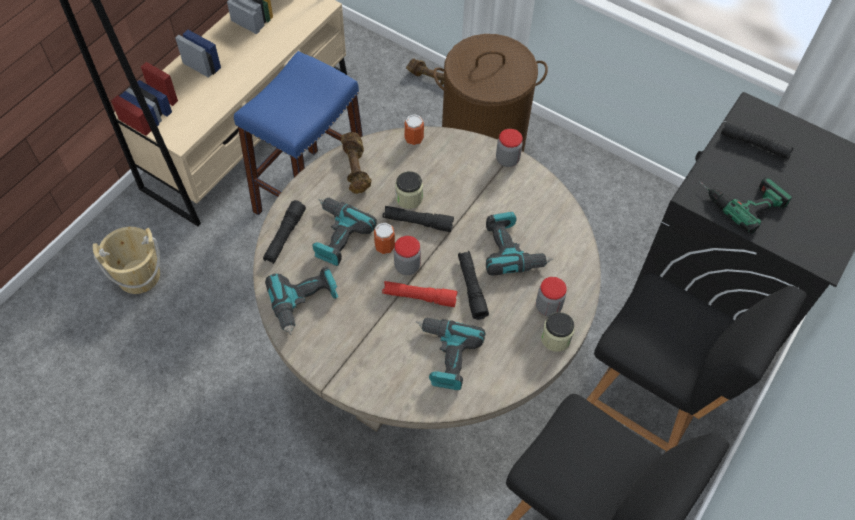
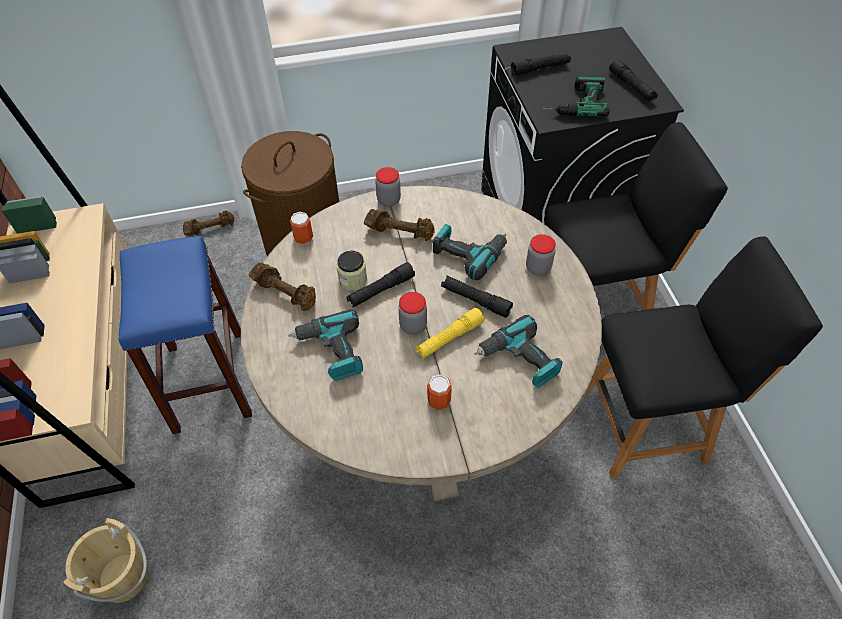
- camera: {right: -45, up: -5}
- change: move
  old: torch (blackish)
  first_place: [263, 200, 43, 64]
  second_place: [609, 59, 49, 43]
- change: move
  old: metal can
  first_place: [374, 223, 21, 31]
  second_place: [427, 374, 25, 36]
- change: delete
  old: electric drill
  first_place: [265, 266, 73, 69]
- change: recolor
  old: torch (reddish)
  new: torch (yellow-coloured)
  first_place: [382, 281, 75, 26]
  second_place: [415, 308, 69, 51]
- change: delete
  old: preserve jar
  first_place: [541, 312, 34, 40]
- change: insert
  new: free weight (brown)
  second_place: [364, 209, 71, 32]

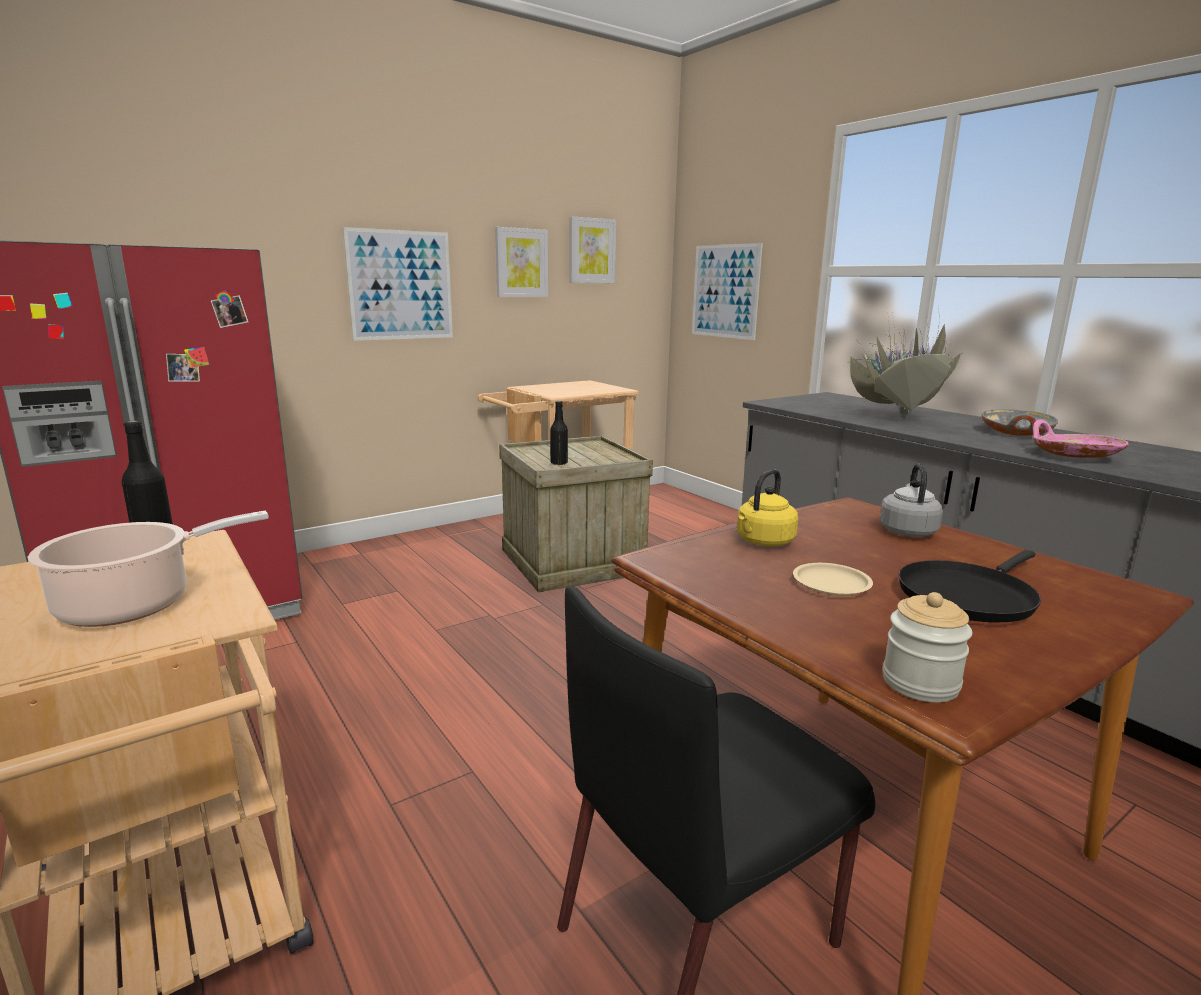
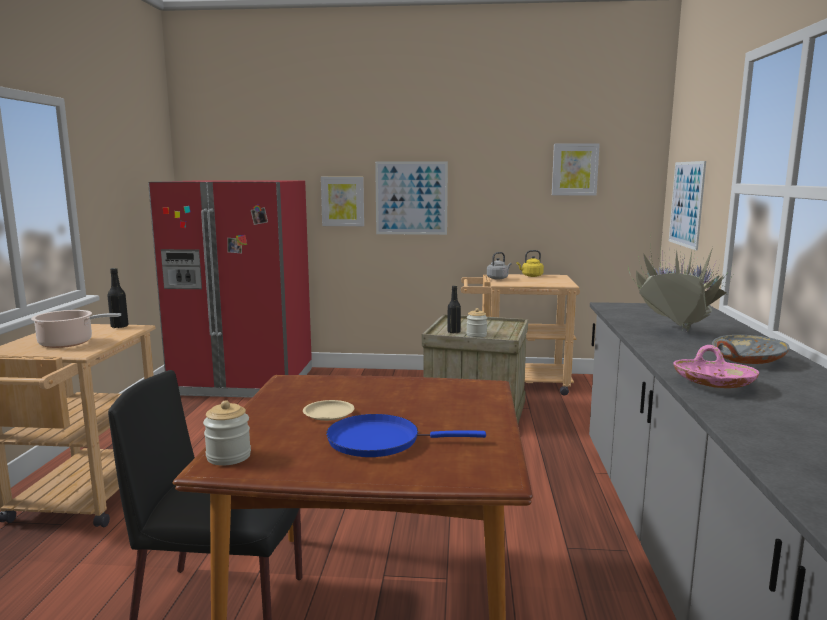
- camera: {right: 40, up: -5}
- change: move
  old: wall art
  first_place: [495, 227, 53, 70]
  second_place: [321, 177, 43, 49]
- change: move
  old: tea kettle (gray)
  first_place: [880, 463, 63, 74]
  second_place: [487, 252, 25, 28]
- change: move
  old: tea kettle (yellow-coloured)
  first_place: [737, 469, 61, 77]
  second_place: [516, 250, 28, 27]
- change: recolor
  old: skillet (blackish)
  new: skillet (bluish)
  first_place: [898, 550, 143, 72]
  second_place: [326, 414, 160, 43]
- change: insert
  new: preserve jar
  second_place: [466, 308, 21, 30]

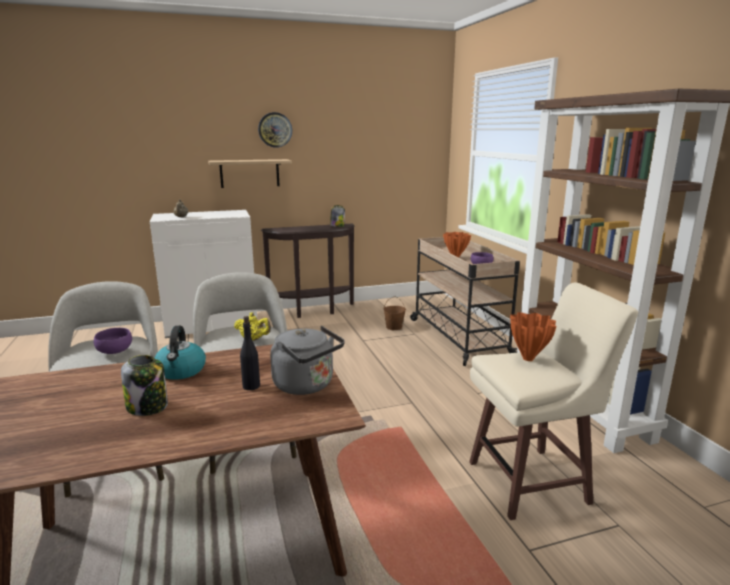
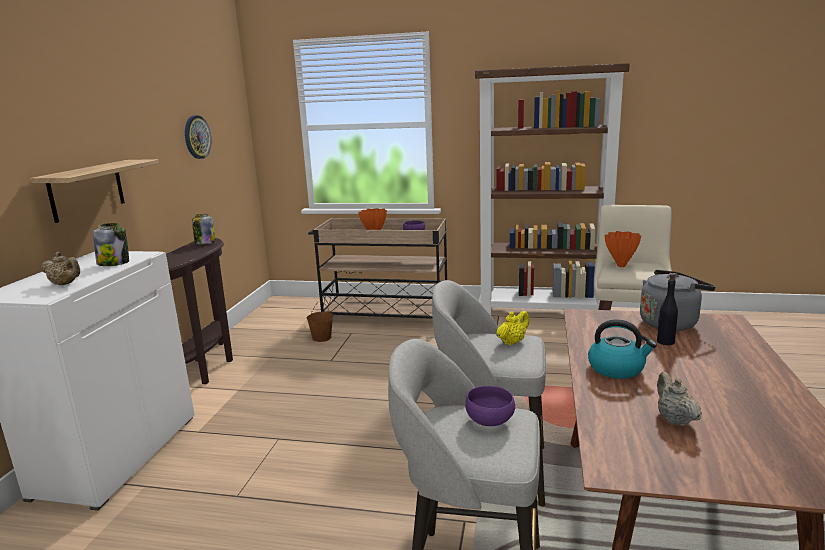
- camera: {right: -60, up: 0}
- change: move
  old: clock on the wall
  first_place: [258, 112, 34, 36]
  second_place: [185, 115, 26, 44]
- change: move
  old: preserve jar
  first_place: [121, 355, 47, 61]
  second_place: [93, 223, 36, 43]
- change: insert
  new: tea pot (beige)
  second_place: [657, 372, 45, 54]

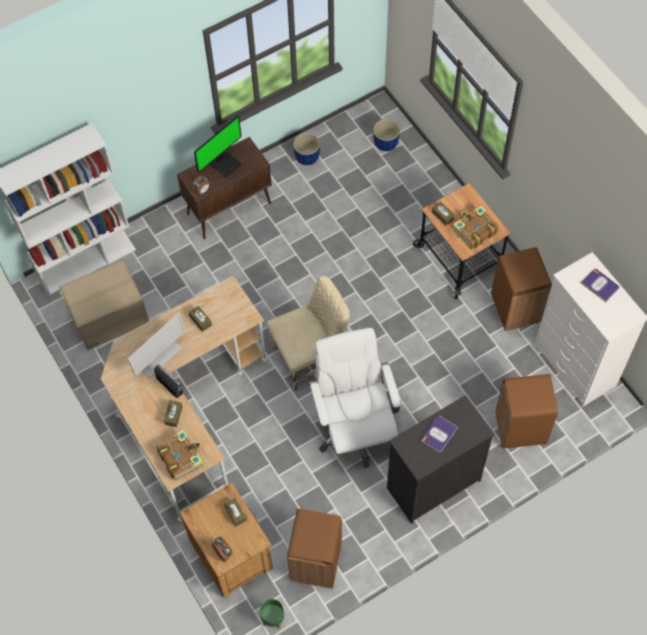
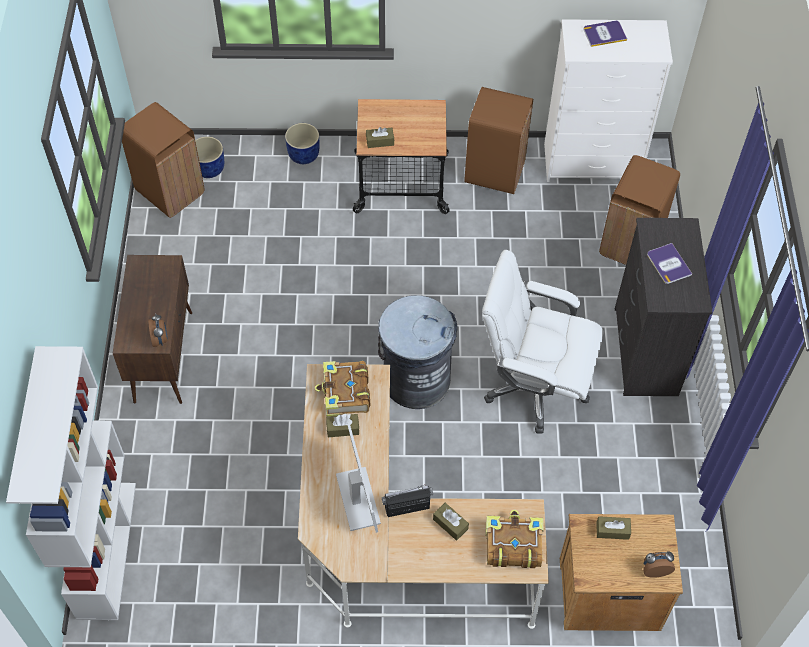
- camera: {right: -60, up: -5}
- change: delete
  old: computer display
  first_place: [194, 116, 48, 61]
- change: move
  old: plant pot (bluish)
  first_place: [293, 133, 27, 32]
  second_place: [285, 123, 34, 41]
- change: move
  old: volume
  first_place: [452, 205, 47, 44]
  second_place: [315, 361, 55, 56]
- change: delete
  old: carton
  first_place: [59, 260, 90, 90]
- change: replace
  old: plain chair (beige)
  new: waste bin (gray)
  first_place: [267, 276, 83, 115]
  second_place: [378, 295, 79, 114]
- change: move
  old: waste bin (brown)
  first_place: [287, 509, 55, 79]
  second_place: [122, 102, 83, 116]
- change: delete
  old: plant pot (greenish)
  first_place: [260, 599, 24, 29]

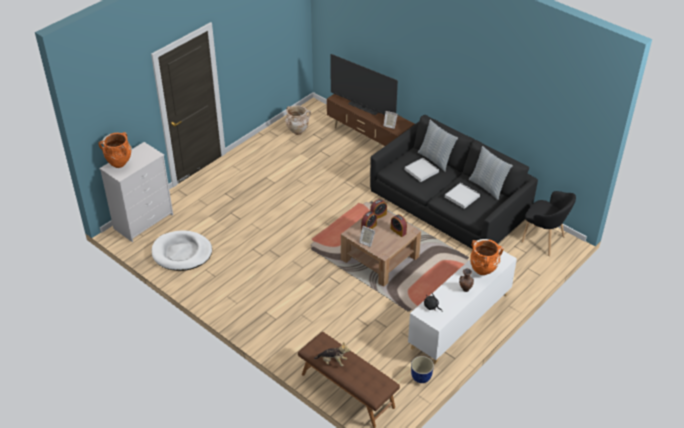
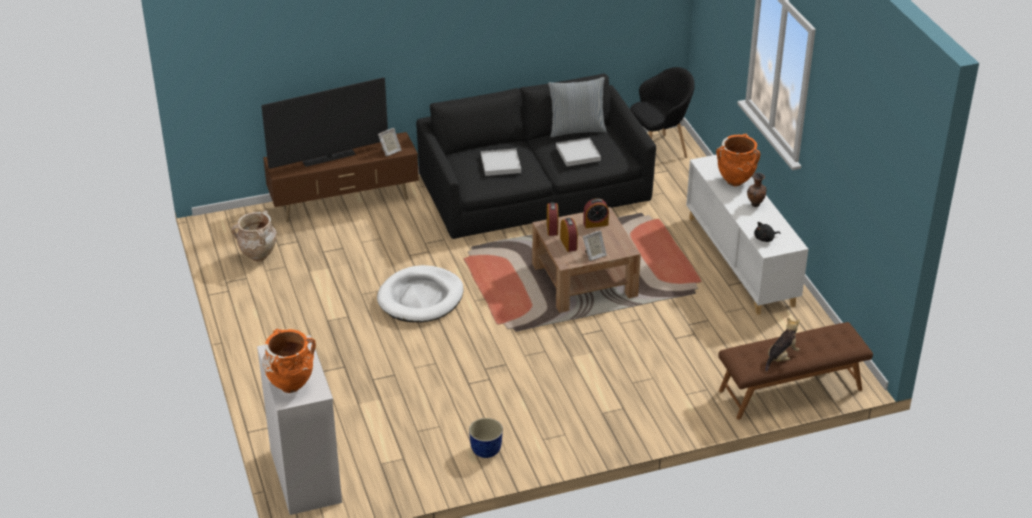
- camera: {right: -60, up: -5}
- change: delete
  old: pillow
  first_place: [418, 120, 40, 52]
- change: move
  old: dog bed (white-coloured)
  first_place: [152, 231, 60, 40]
  second_place: [377, 265, 87, 57]
- change: move
  old: plant pot
  first_place: [411, 356, 23, 27]
  second_place: [469, 418, 34, 40]

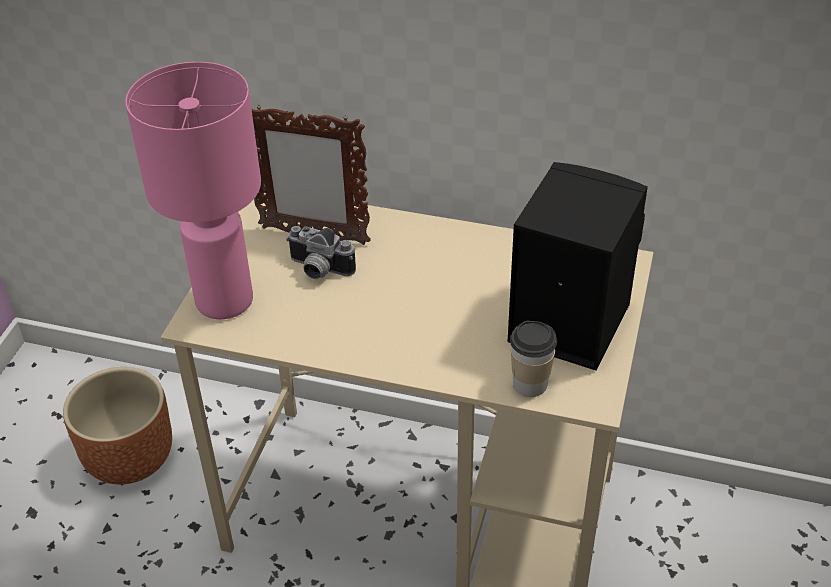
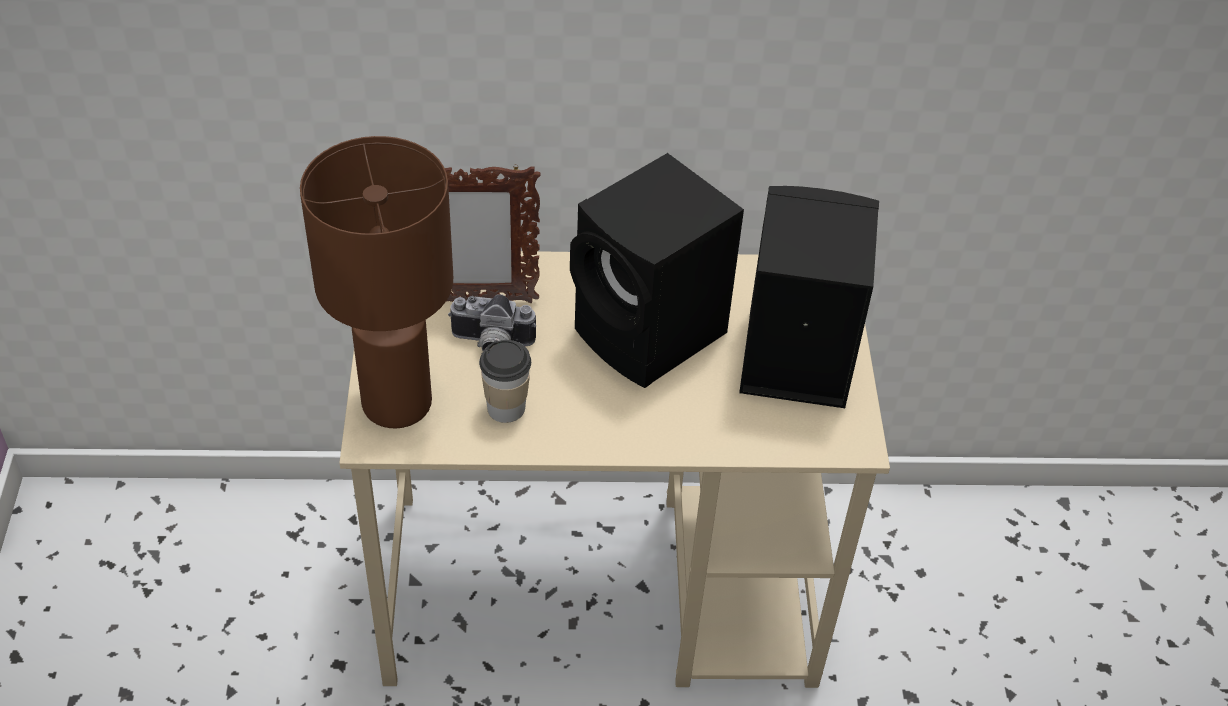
- camera: {right: -20, up: 5}
- change: recolor
  old: lamp for a table (pinkish)
  new: lamp for a table (brown)
  first_place: [125, 62, 136, 257]
  second_place: [300, 136, 153, 292]
- change: move
  old: drinking cup
  first_place: [510, 321, 47, 76]
  second_place: [479, 340, 52, 83]
- change: delete
  old: plant pot (brown)
  first_place: [63, 367, 109, 117]
- change: insert
  new: audio speaker (blackish)
  second_place: [570, 153, 174, 235]

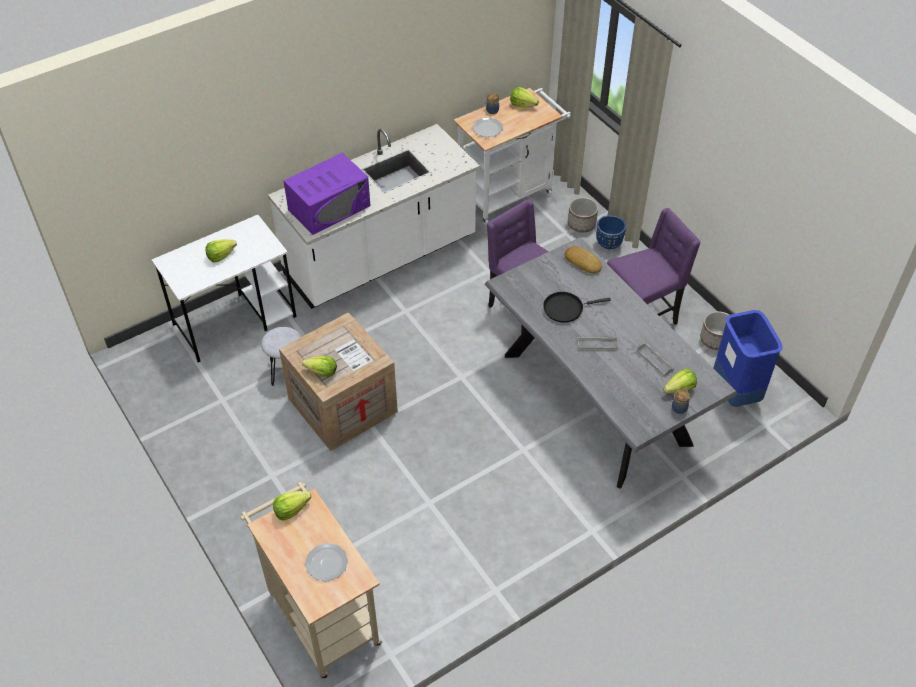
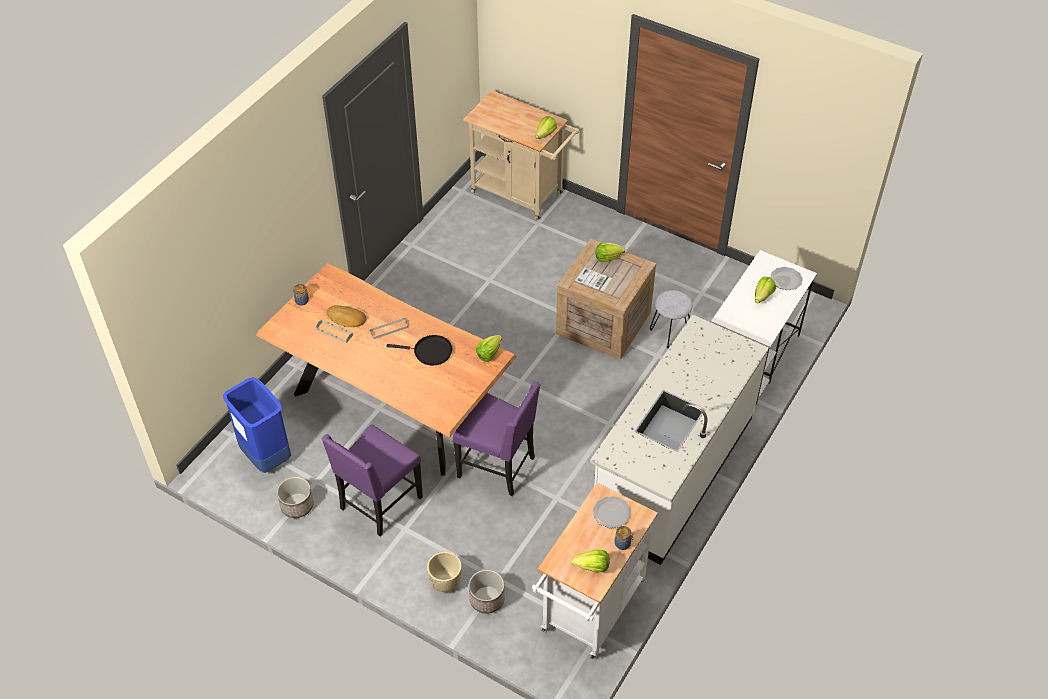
- camera: {right: 155, up: 0}
- change: delete
  old: microwave oven (purple)
  first_place: [284, 153, 87, 82]
- change: recolor
  old: plant pot (bluish)
  new: plant pot (beige)
  first_place: [596, 215, 30, 34]
  second_place: [427, 551, 35, 41]
- change: recolor
  old: kitchen table (gray)
  new: kitchen table (brown)
  first_place: [485, 237, 253, 252]
  second_place: [256, 263, 261, 213]
- change: move
  old: bakery bread
  first_place: [565, 246, 37, 28]
  second_place: [327, 305, 39, 22]
- change: rotate
  old: skillet (blackish)
  first_place: [543, 292, 68, 31]
  second_place: [386, 335, 66, 30]
  degrees: 45
- change: move
  old: head of lettuce
  first_place: [663, 369, 34, 25]
  second_place: [476, 335, 26, 27]
- change: move
  old: dinner plate
  first_place: [305, 543, 43, 39]
  second_place: [770, 267, 33, 23]

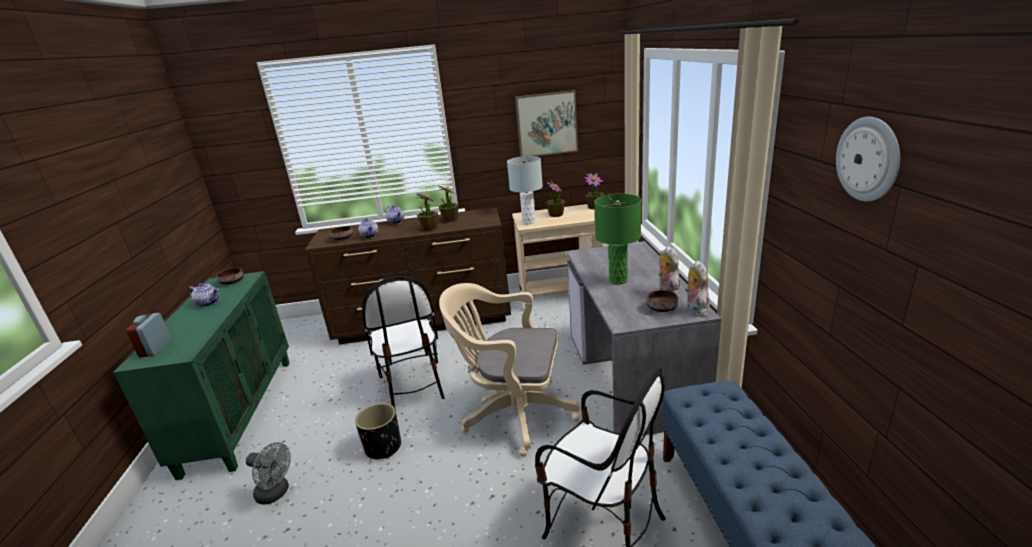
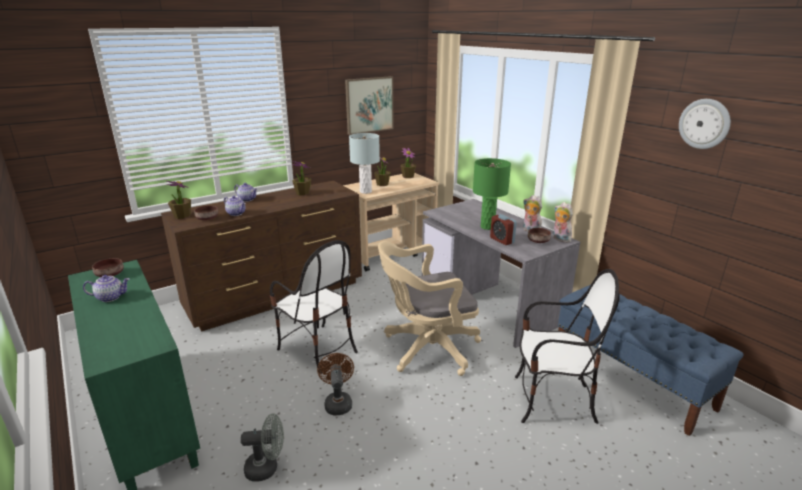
- camera: {right: -30, up: 0}
- change: move
  old: houseplant
  first_place: [417, 194, 21, 37]
  second_place: [166, 181, 25, 38]
- change: move
  old: bedside clock
  first_place: [126, 313, 45, 44]
  second_place: [490, 214, 27, 31]
- change: replace
  old: plant pot (blackish)
  new: electric fan (brown)
  first_place: [355, 403, 46, 56]
  second_place: [317, 353, 37, 62]

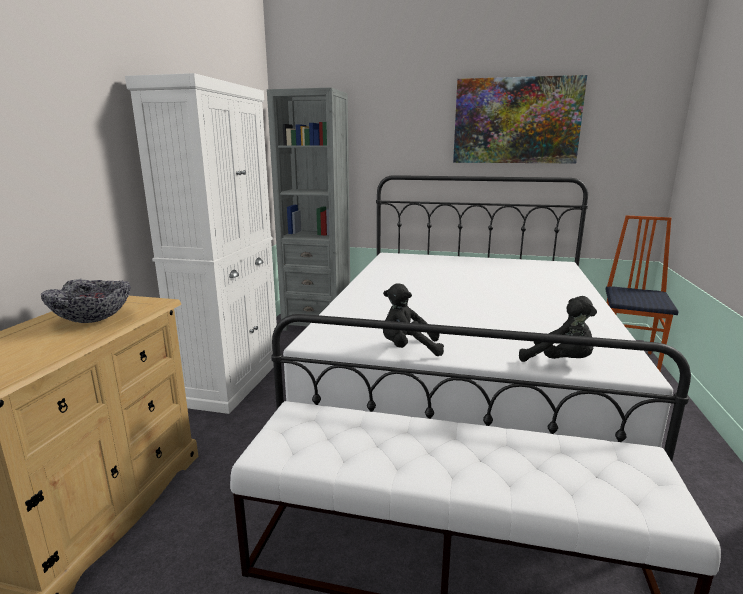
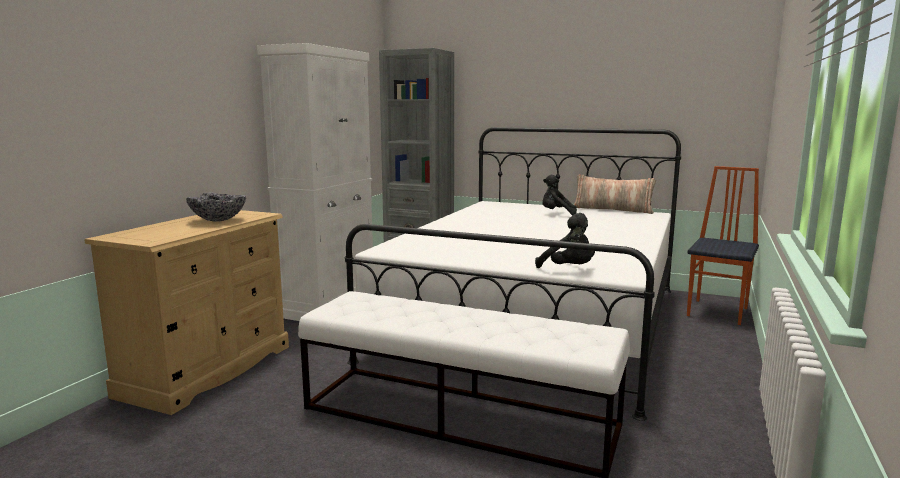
- camera: {right: 10, up: -5}
- change: delete
  old: wall art
  first_place: [453, 75, 134, 88]
- change: move
  old: plush toy (blackish)
  first_place: [383, 283, 61, 73]
  second_place: [542, 175, 35, 40]
- change: insert
  new: pillow
  second_place: [573, 174, 83, 40]

